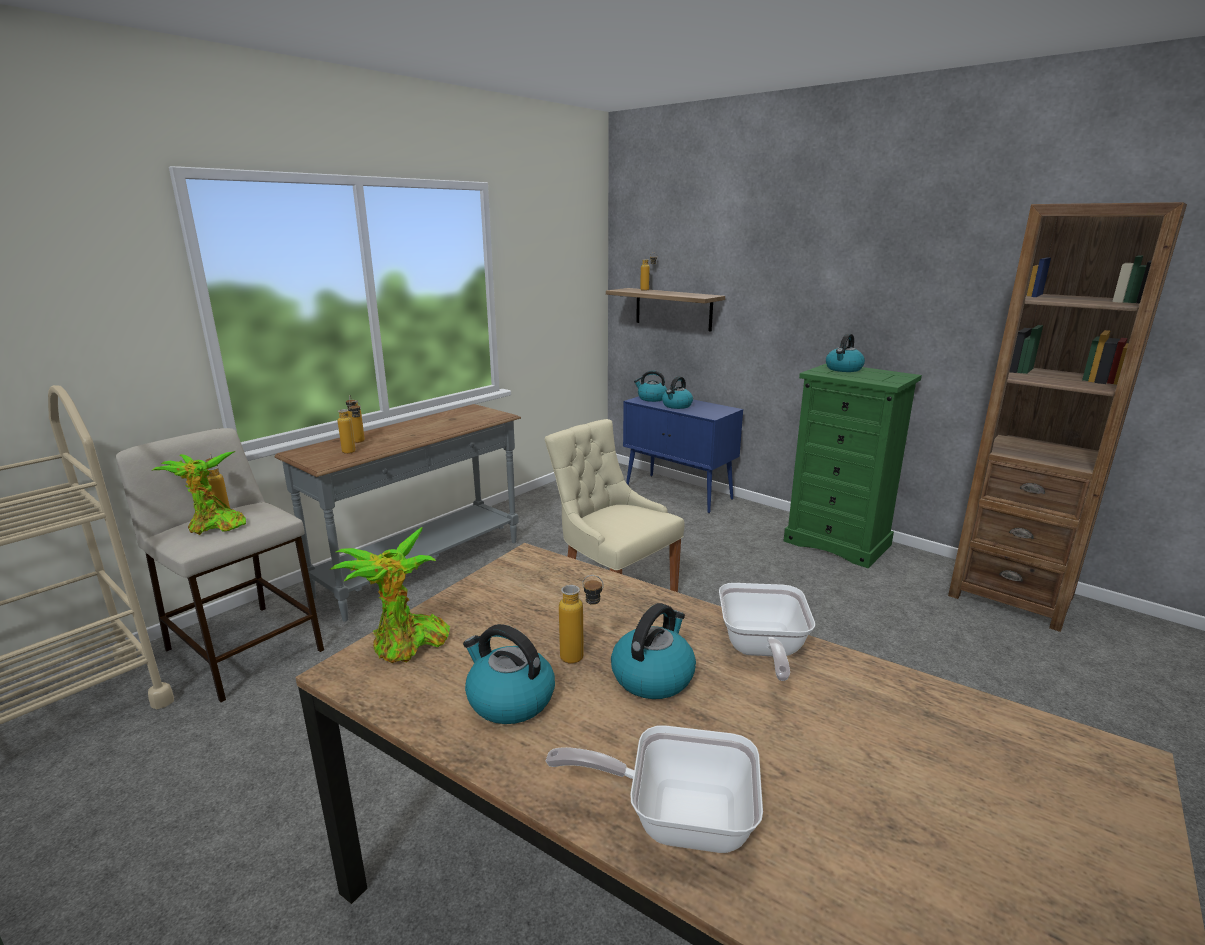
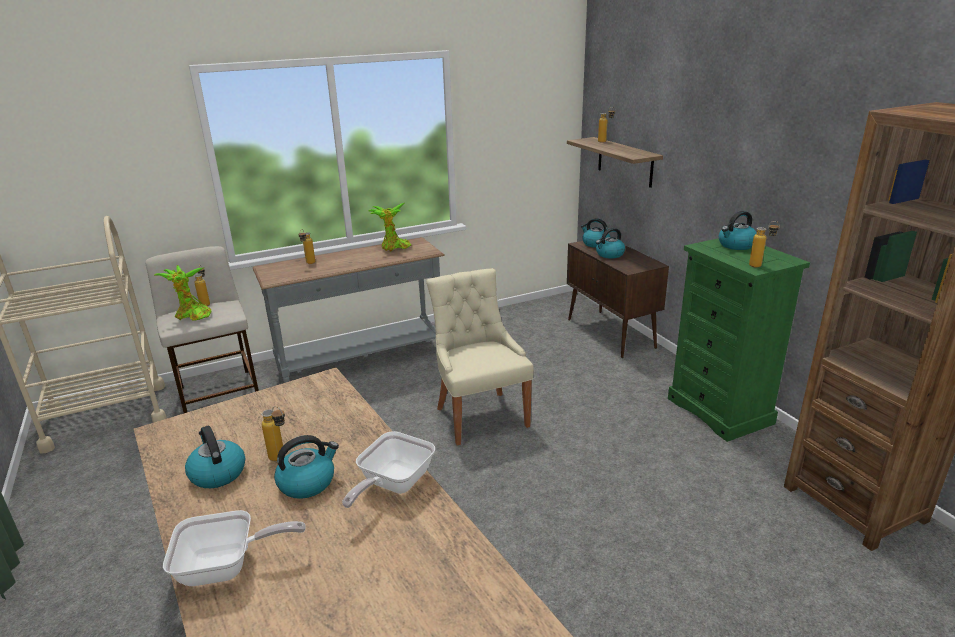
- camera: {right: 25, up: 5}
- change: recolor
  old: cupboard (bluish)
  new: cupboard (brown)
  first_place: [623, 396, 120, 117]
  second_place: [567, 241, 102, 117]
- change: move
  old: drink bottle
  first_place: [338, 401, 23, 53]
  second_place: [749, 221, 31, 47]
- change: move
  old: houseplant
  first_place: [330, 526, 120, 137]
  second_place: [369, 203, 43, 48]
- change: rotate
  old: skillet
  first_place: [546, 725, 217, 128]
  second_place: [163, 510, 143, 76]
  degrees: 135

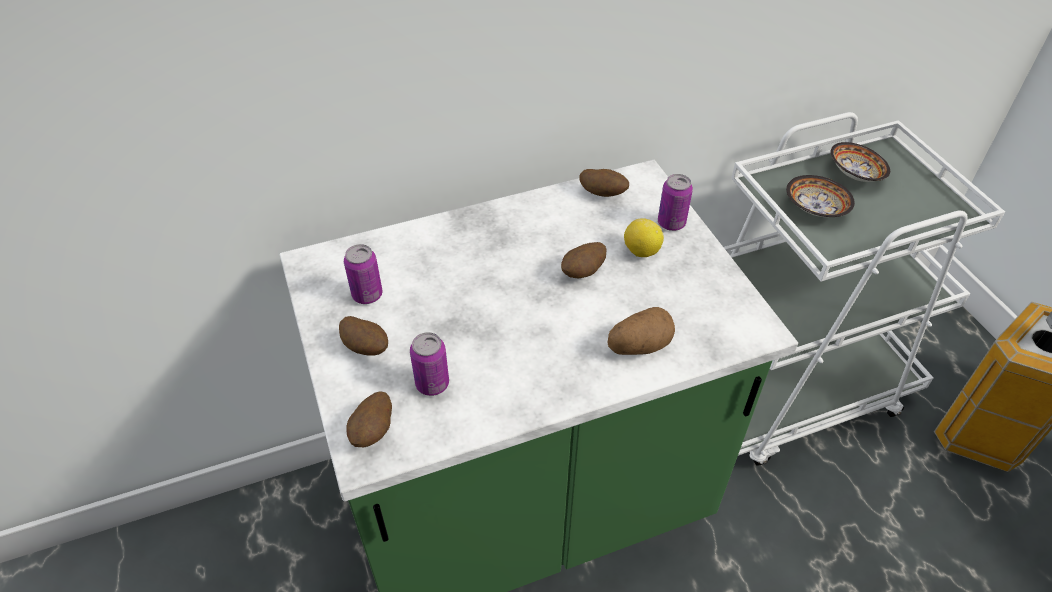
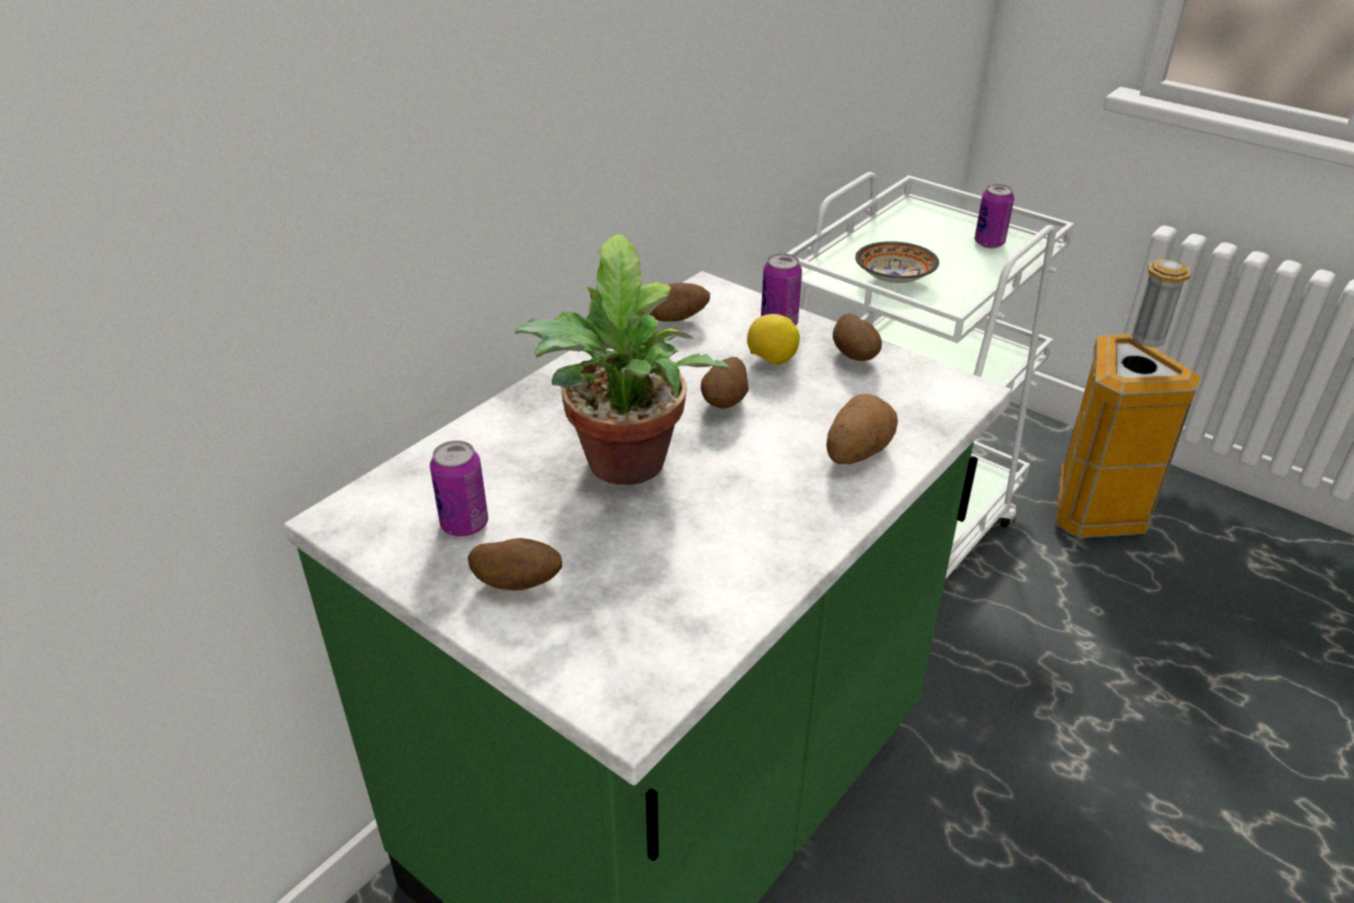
- camera: {right: -30, up: -10}
- change: delete
  old: deep dish
  first_place: [831, 142, 59, 40]
- change: move
  old: metal can
  first_place: [410, 332, 39, 64]
  second_place: [975, 184, 39, 64]
- change: move
  old: potato
  first_place: [347, 392, 45, 56]
  second_place: [833, 313, 49, 48]
- change: insert
  new: houseplant
  second_place: [515, 235, 214, 250]

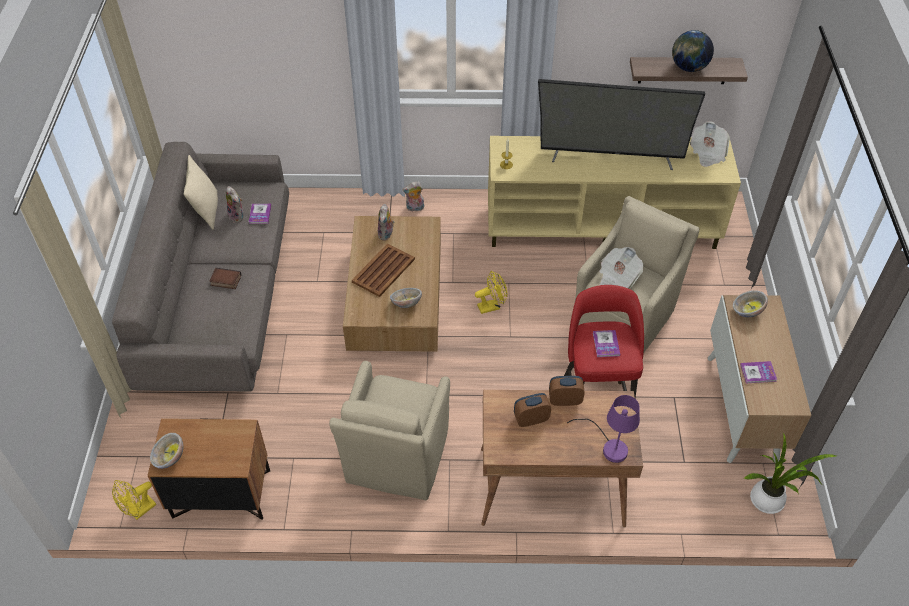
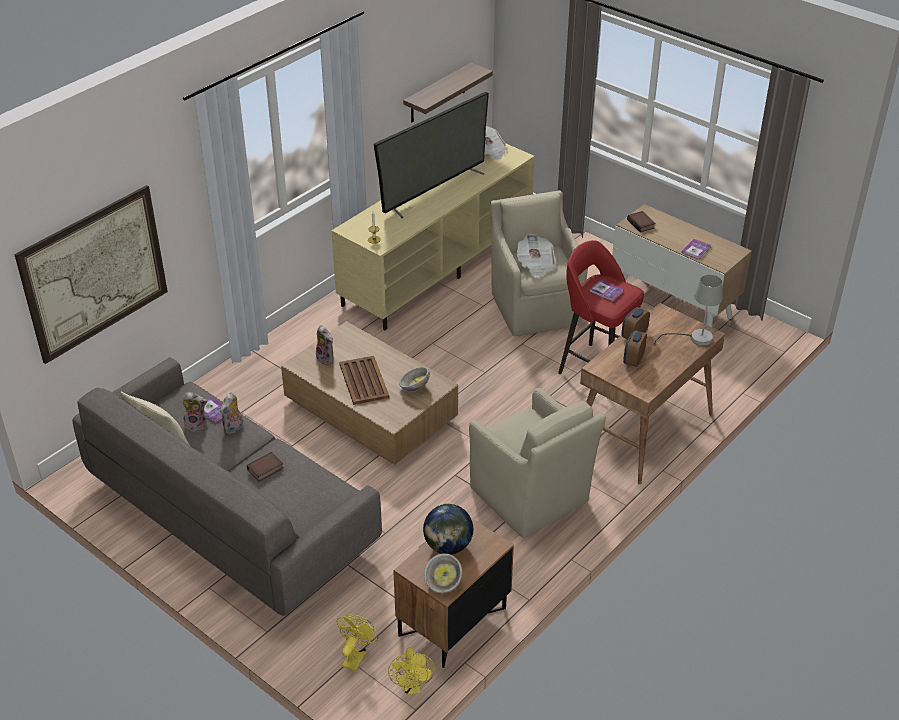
- camera: {right: -50, up: -10}
- change: move
  old: desk globe
  first_place: [672, 30, 42, 42]
  second_place: [423, 504, 50, 50]
- change: move
  old: plush toy
  first_place: [402, 181, 22, 31]
  second_place: [220, 392, 23, 42]
- change: move
  old: electric fan (yellow-coloured)
  first_place: [475, 271, 32, 43]
  second_place: [336, 614, 42, 57]
- change: replace
  old: deep dish
  new: volume
  first_place: [733, 290, 35, 27]
  second_place: [627, 211, 28, 21]
- change: recolor
  old: lamp for a table (purple)
  new: lamp for a table (gray)
  first_place: [567, 395, 73, 68]
  second_place: [655, 275, 67, 71]
- change: delete
  old: houseplant
  first_place: [743, 433, 94, 81]
- change: insert
  new: wall art
  second_place: [14, 185, 154, 179]

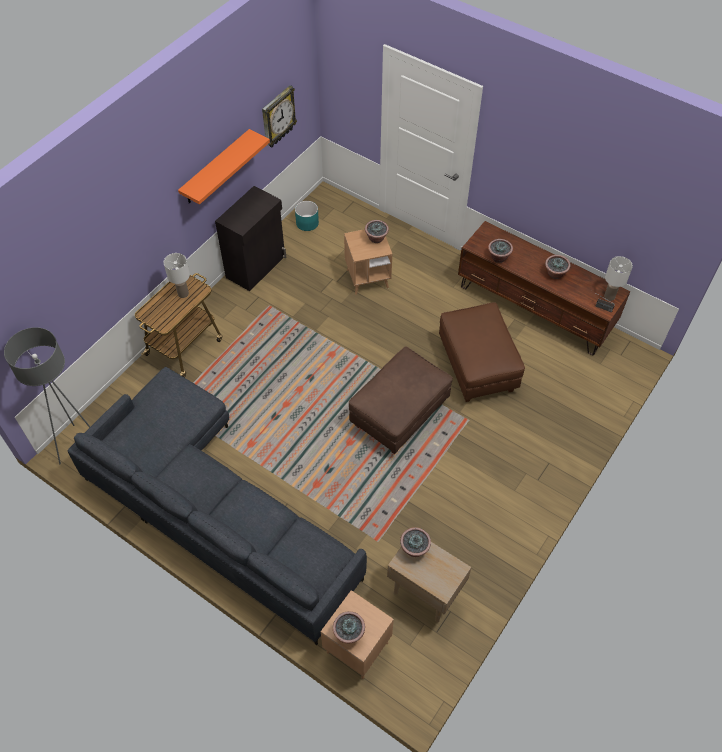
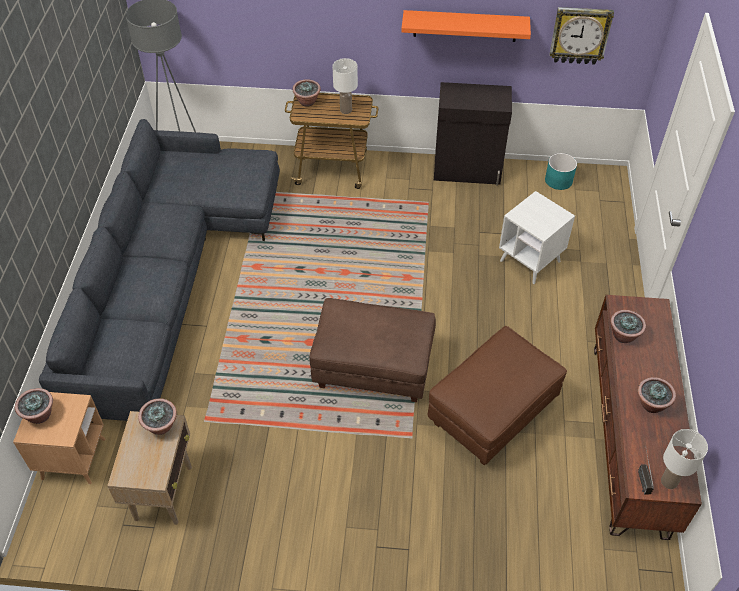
- camera: {right: 60, up: -5}
- change: move
  old: houseplant
  first_place: [365, 220, 24, 23]
  second_place: [293, 79, 28, 28]
- change: recolor
  old: end table (brown)
  new: end table (white-coloured)
  first_place: [344, 229, 48, 66]
  second_place: [499, 191, 76, 93]

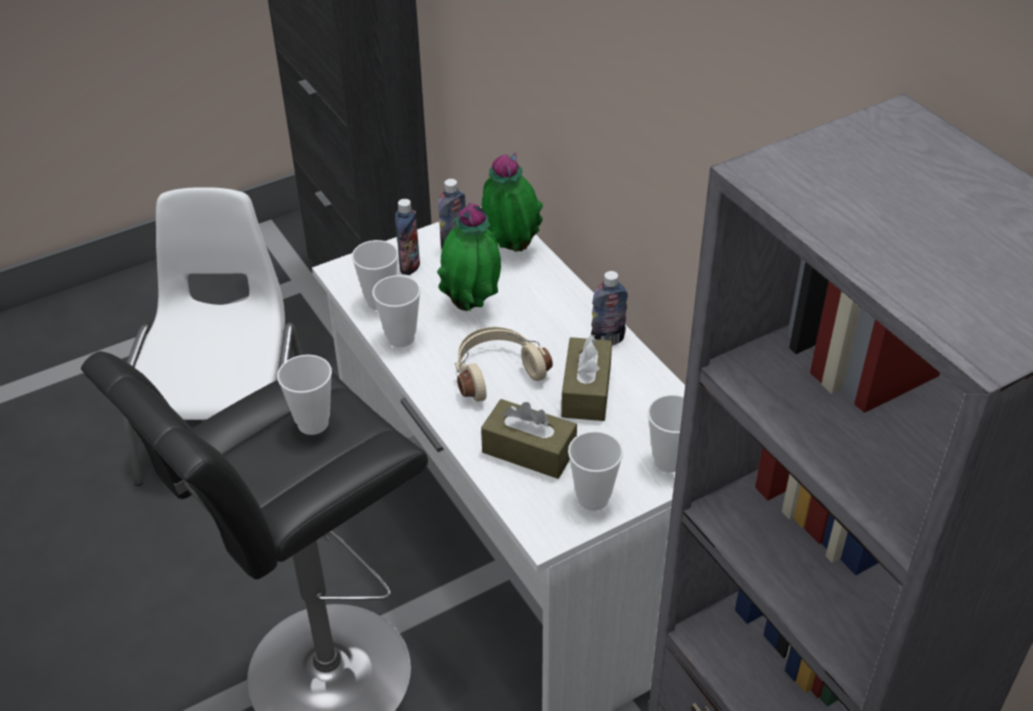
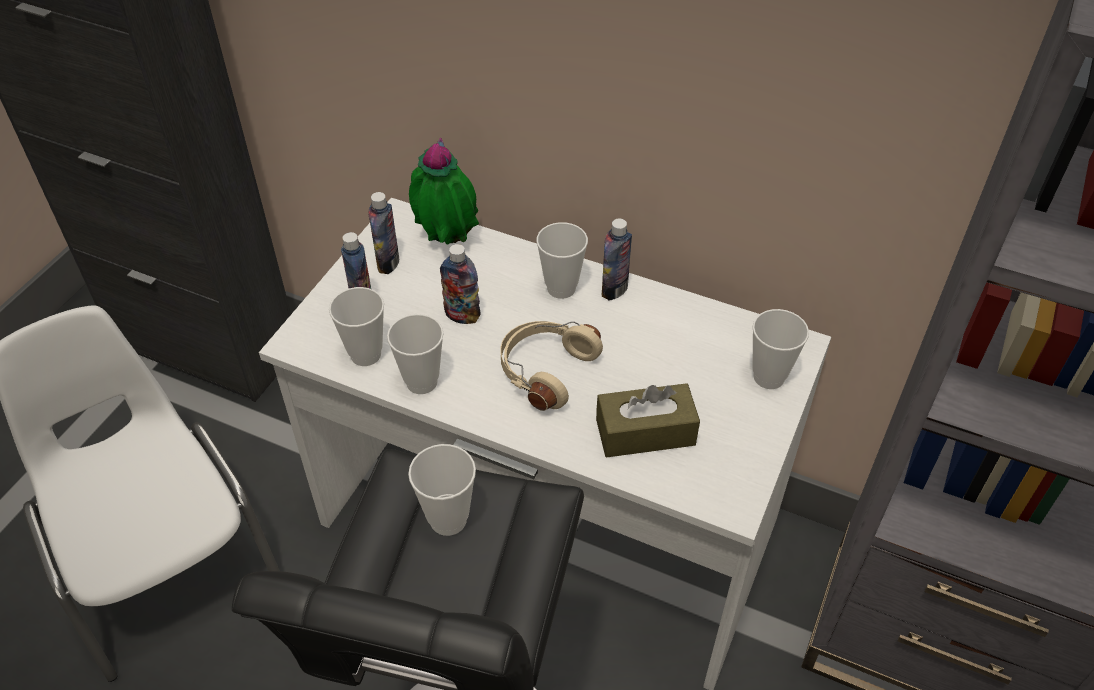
- camera: {right: -35, up: 5}
- change: replace
  old: houseplant
  new: drink bottle
  first_place: [437, 203, 64, 108]
  second_place: [440, 244, 40, 80]
- change: delete
  old: tissue holder (brown)
  first_place: [561, 334, 51, 87]
- change: move
  old: drinking cup
  first_place: [568, 431, 55, 80]
  second_place: [536, 222, 52, 77]

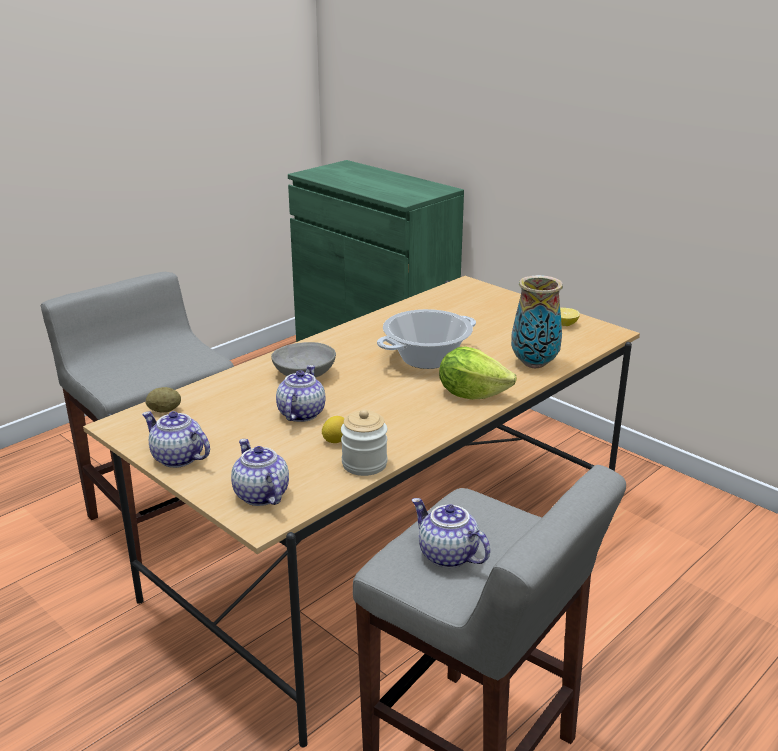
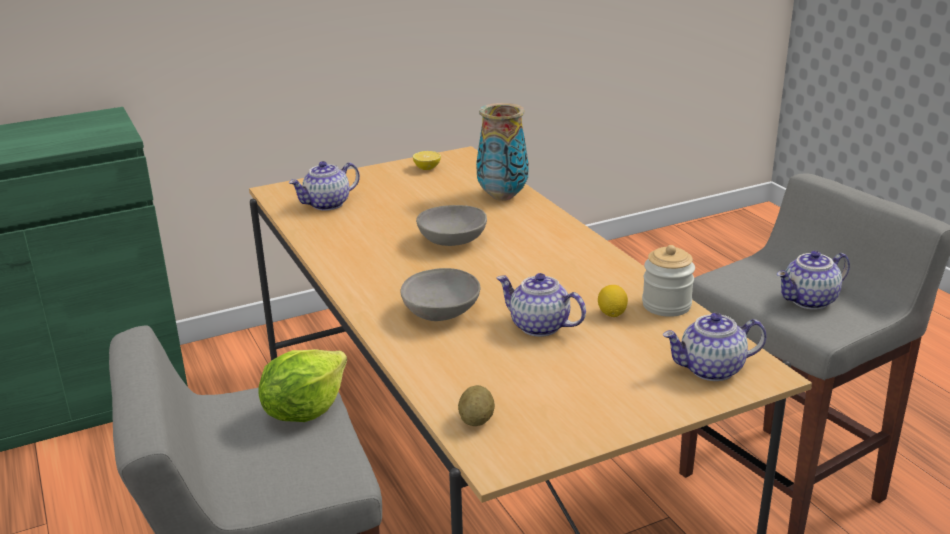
- camera: {right: -70, up: 0}
- change: replace
  old: cooking pot
  new: deep dish (gray)
  first_place: [377, 309, 99, 60]
  second_place: [416, 205, 71, 41]
- change: move
  old: head of lettuce
  first_place: [439, 346, 78, 54]
  second_place: [259, 349, 88, 73]
- change: move
  old: tea pot
  first_place: [142, 411, 68, 57]
  second_place: [289, 161, 71, 50]

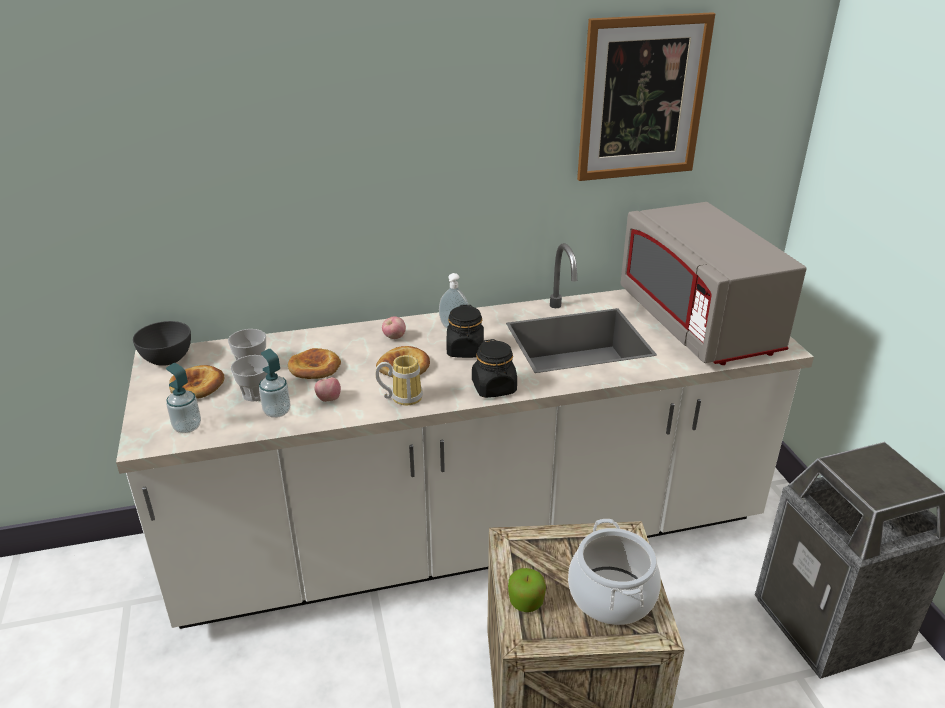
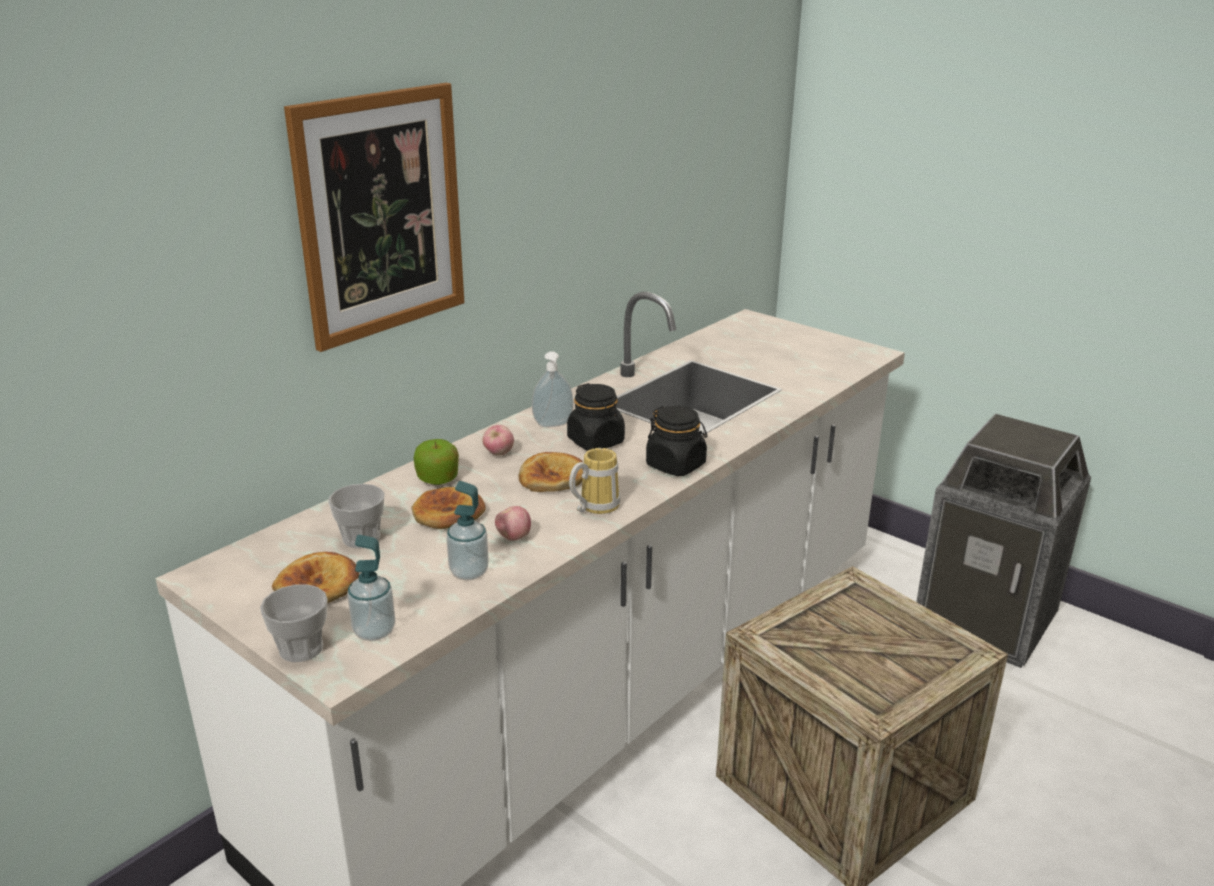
- camera: {right: -35, up: -5}
- change: move
  old: wall art
  first_place: [577, 12, 138, 169]
  second_place: [284, 83, 181, 269]
- change: delete
  old: microwave oven (gray)
  first_place: [621, 202, 185, 163]
- change: delete
  old: deep dish (gray)
  first_place: [133, 321, 58, 45]
- change: move
  old: drinking cup
  first_place: [231, 355, 38, 47]
  second_place: [260, 584, 67, 78]
- change: delete
  old: cooking pot
  first_place: [568, 519, 93, 106]
- change: move
  old: whole apple
  first_place: [508, 568, 38, 44]
  second_place: [413, 439, 46, 46]

